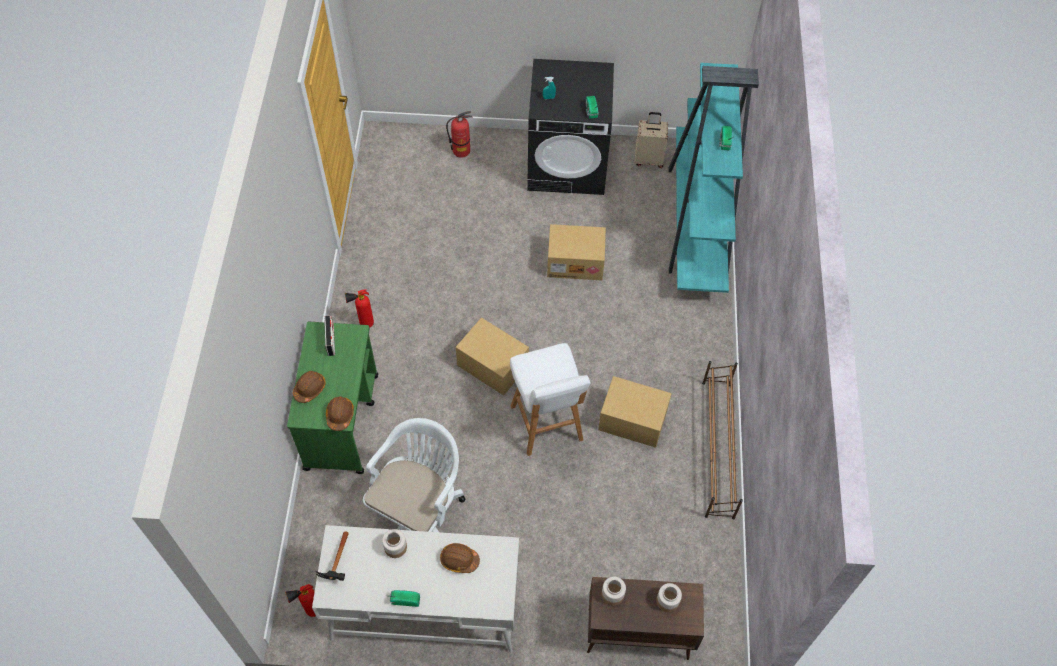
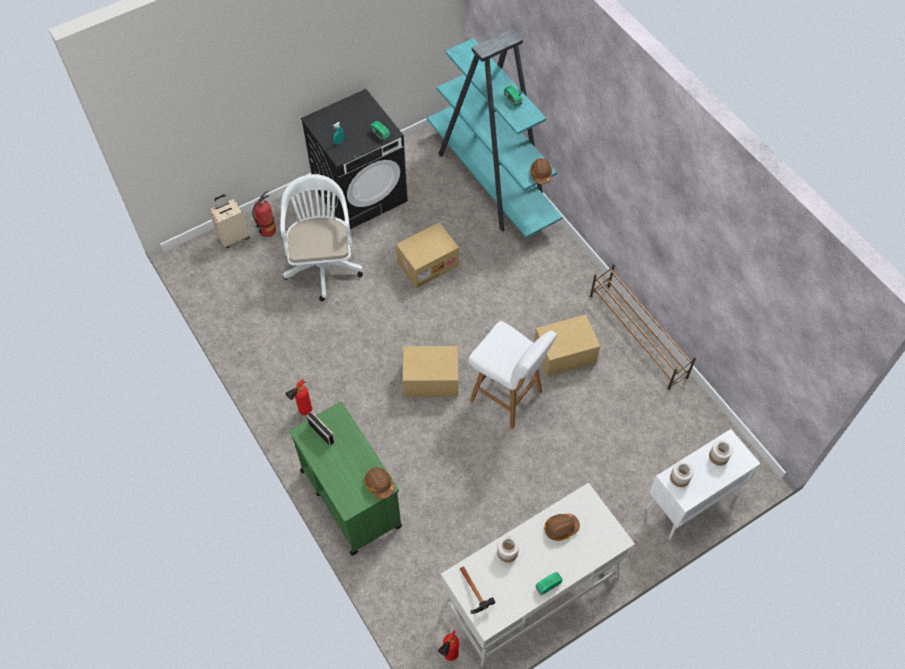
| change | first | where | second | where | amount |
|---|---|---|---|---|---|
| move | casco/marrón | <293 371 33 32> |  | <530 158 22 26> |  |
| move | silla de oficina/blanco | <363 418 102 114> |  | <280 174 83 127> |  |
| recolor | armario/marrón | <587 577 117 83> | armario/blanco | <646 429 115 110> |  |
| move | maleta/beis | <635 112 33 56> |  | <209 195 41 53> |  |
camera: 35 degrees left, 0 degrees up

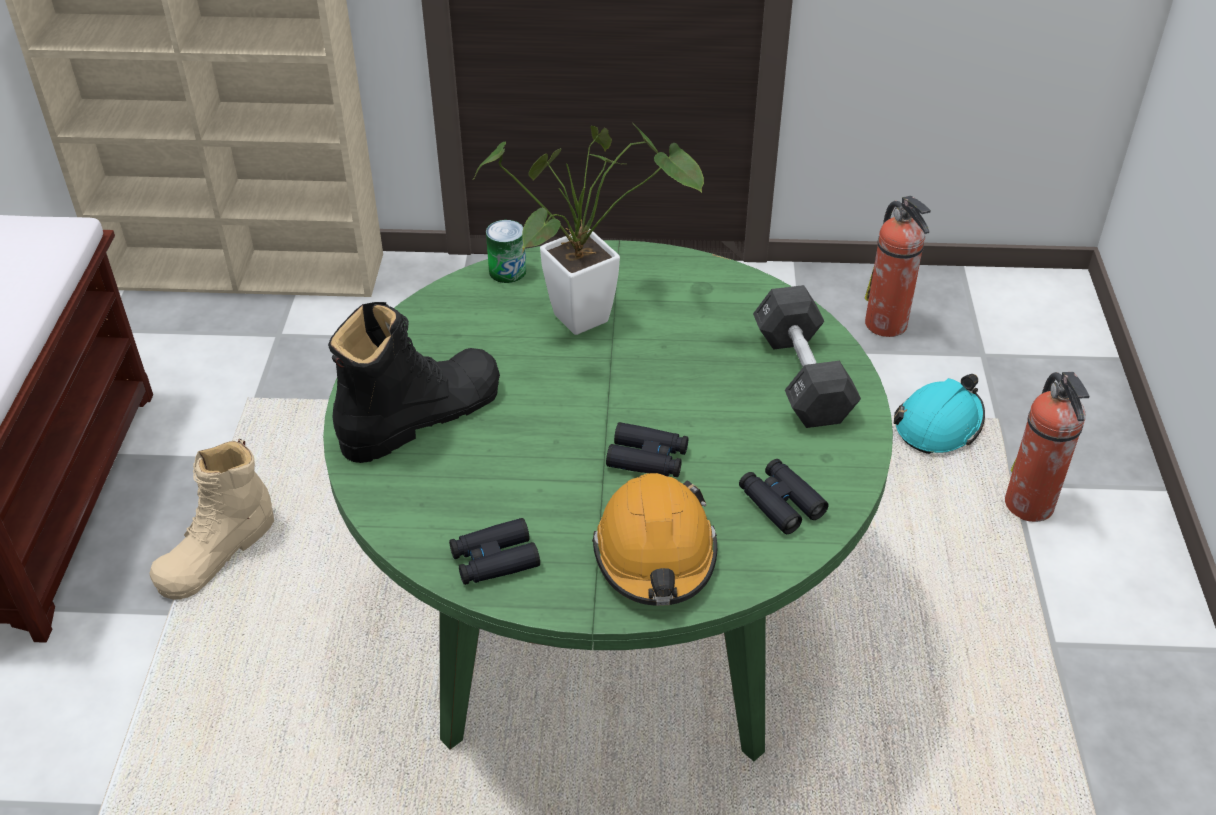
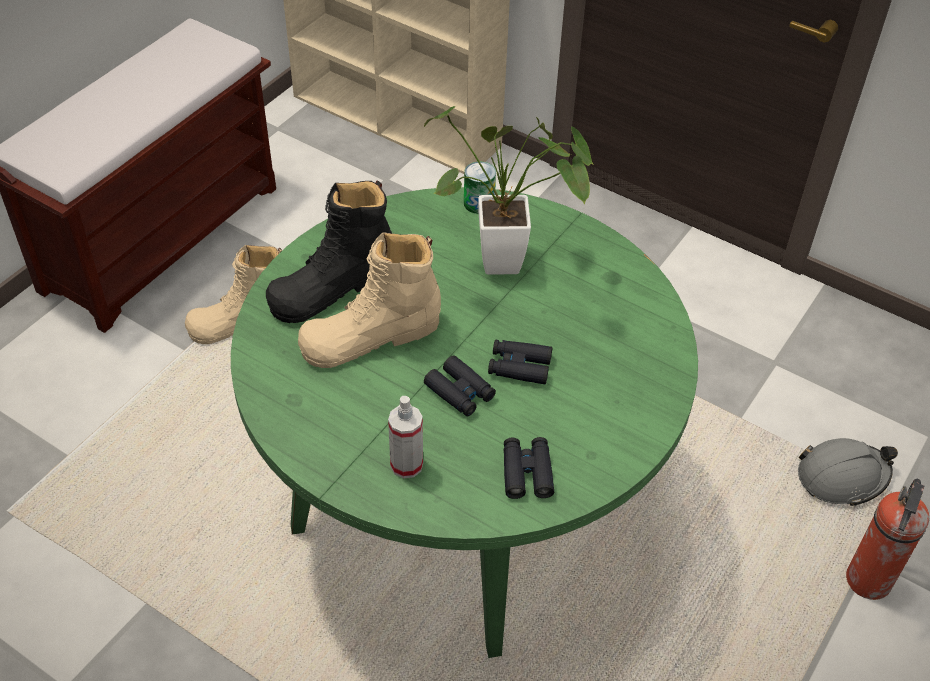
| change | first | where | second | where | amount |
|---|---|---|---|---|---|
| rotate | bota/negro | <328 302 172 161> |  | <266 180 126 143> | 150 degrees clockwise |
| move | prismáticos/negro | <449 518 91 67> |  | <488 340 64 44> |  |
| replace | casco/naranja | <592 473 125 133> | pulverizador | <388 396 35 82> |  |
| delete | mancuerna/negro | <753 285 108 143> |  |  |  |
| delete | extintor | <865 196 66 141> |  |  |  |
| recolor | casco/turquesa | <893 374 92 80> | casco/gris | <798 438 100 69> |  |
| insert |  |  | bota/beis | <298 232 143 136> |  |
camera: 30 degrees right, 5 degrees up

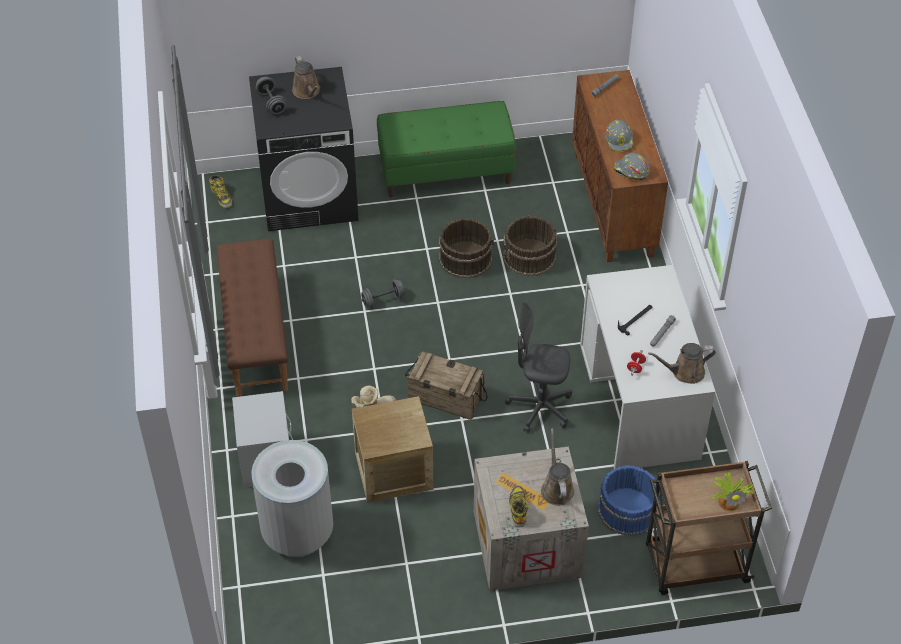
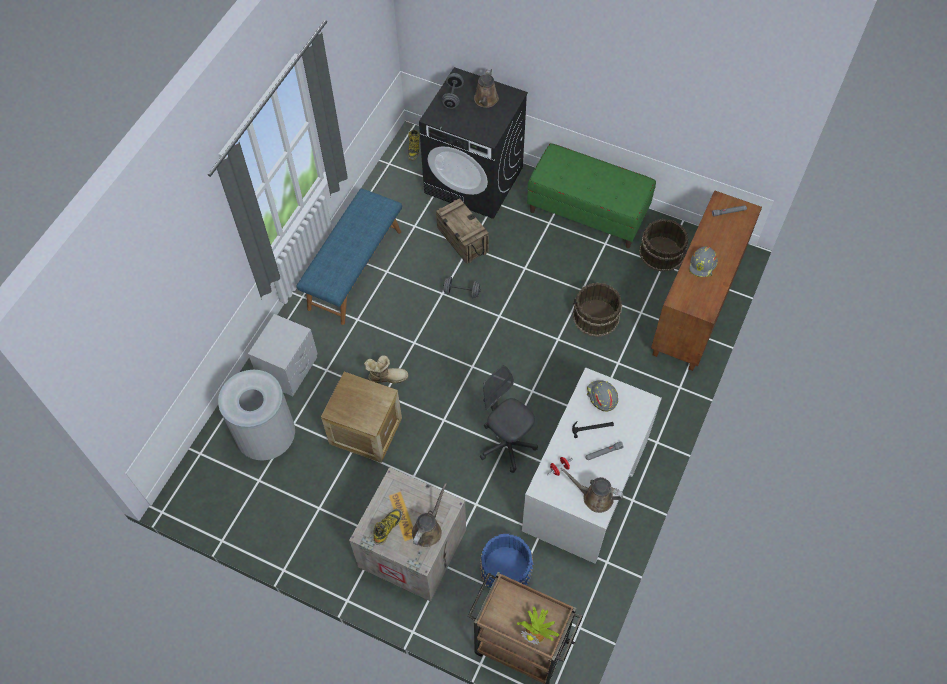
| change | first | where | second | where | amount |
|---|---|---|---|---|---|
| recolor | banco/marrón | <217 239 71 158> | banco/azul | <297 188 105 137> |  |
| move | caja de embalaje | <405 351 82 69> |  | <436 198 53 66> |  |
| move | cubo/marrón | <439 218 55 60> |  | <639 219 49 53> |  |
| move | casco/gris | <614 153 36 27> |  | <587 380 31 31> |  |
camera: 35 degrees right, 10 degrees up

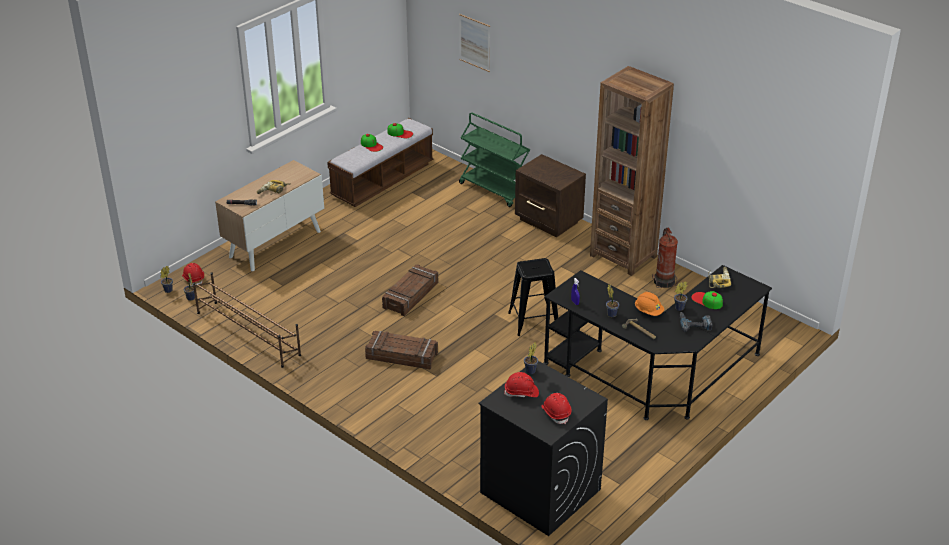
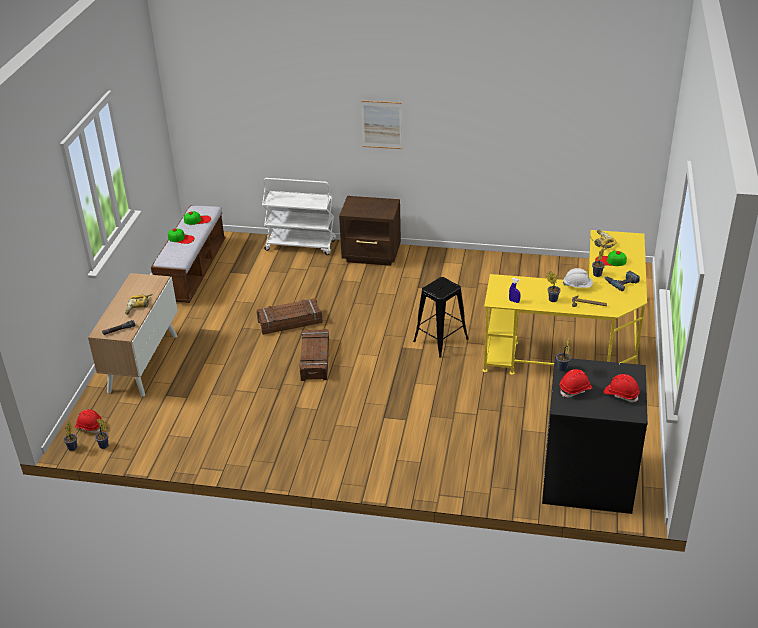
| change | first | where | second | where | amount |
|---|---|---|---|---|---|
| delete | zapatero/marrón | <193 272 108 96> |  |  |  |
| move | caja de embalaje | <365 331 73 39> |  | <257 298 66 37> |  |
| move | cuadro | <459 14 31 58> |  | <361 100 41 49> |  |
| recolor | carrito/verde | <459 112 71 95> | carrito/blanco | <262 178 74 77> |  |
| recolor | escritorio/negro | <543 265 229 155> | escritorio/amarillo | <482 230 165 145> |  |
| delete | estantería/marrón | <590 66 84 210> |  |  |  |
| recolor | casco/naranja | <635 292 29 24> | casco/blanco | <563 268 30 20> |  |
| delete | extintor | <652 228 26 60> |  |  |  |
camera: 30 degrees left, 0 degrees up

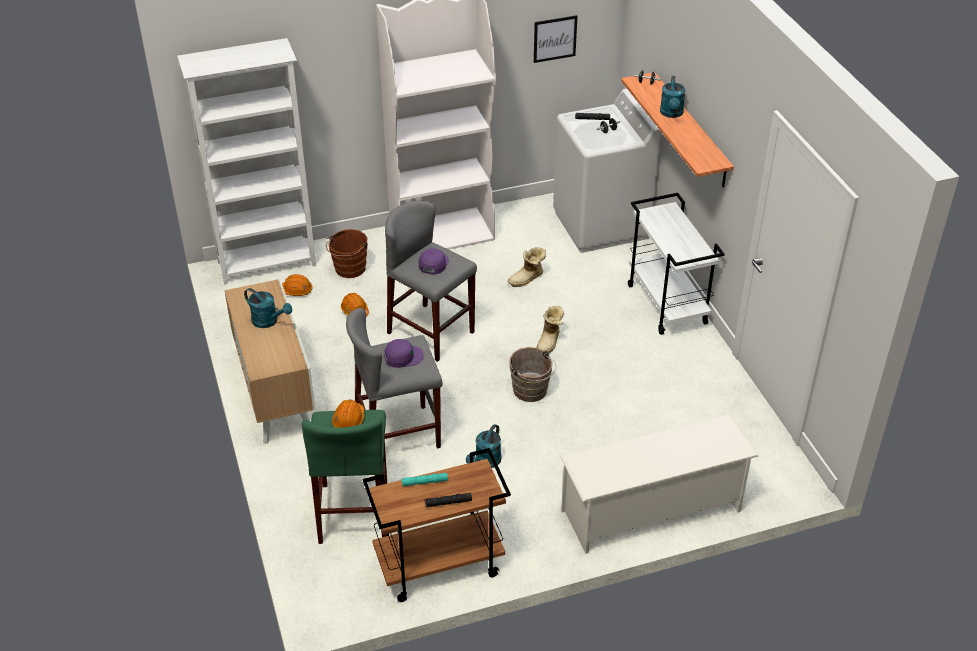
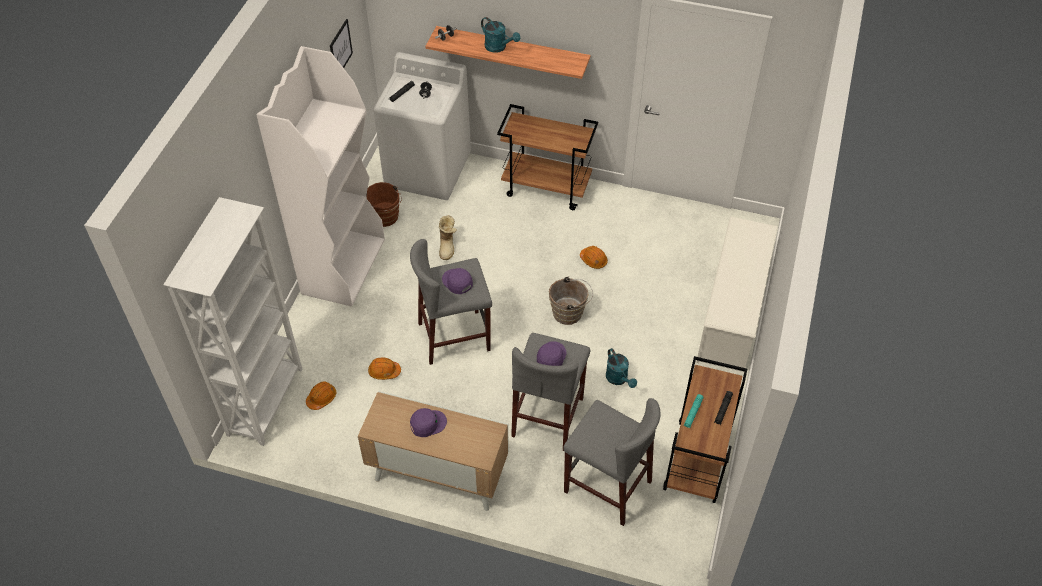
| change | first | where | second | where | amount |
|---|---|---|---|---|---|
| replace | regadera/turquesa | <244 288 48 40> | gorra/morado | <410 408 37 29> |  |
| recolor | taburete/verde | <302 410 85 134> | taburete/gris | <563 398 98 128> |  |
| move | cubo/marrón | <326 229 42 49> |  | <366 182 36 45> |  |
| move | casco/naranja | <332 400 32 27> |  | <580 246 28 23> |  |
| delete | bota | <536 306 28 47> |  |  |  |
| recolor | carrito/blanco | <628 193 96 142> | carrito/marrón | <497 104 101 106> |  |
camera: 55 degrees left, 10 degrees up

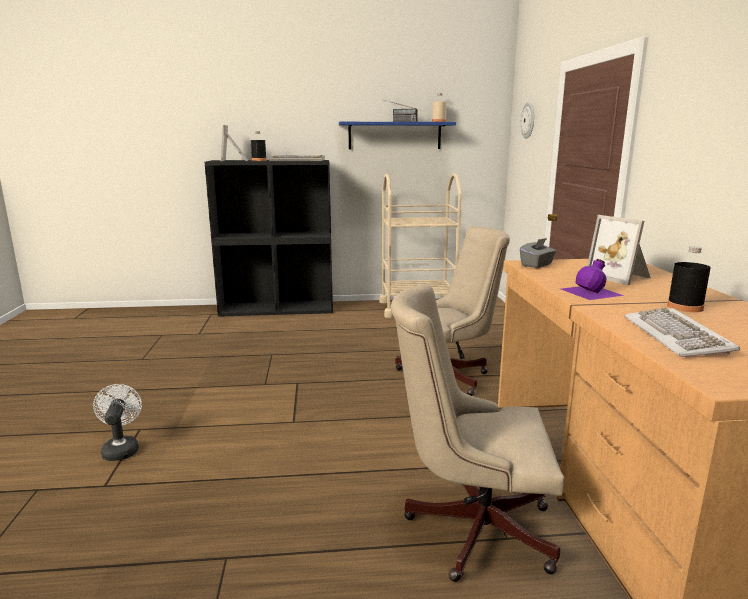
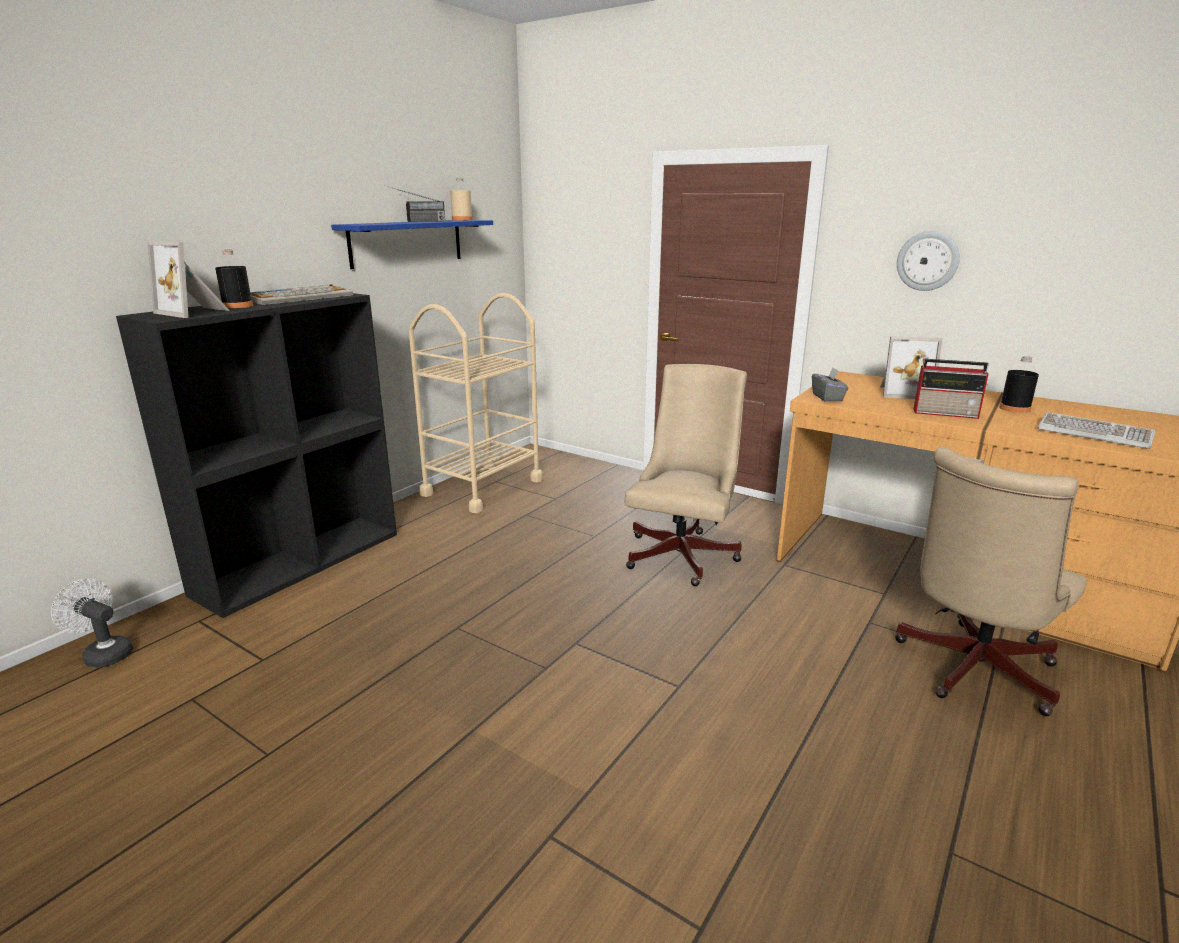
| change | first | where | second | where | amount |
|---|---|---|---|---|---|
| move | ventilador/blanco | <93 384 49 77> |  | <51 579 82 89> |  |
| move | reloj de pared | <521 102 13 37> |  | <897 231 63 60> |  |
| replace | botella/morado | <561 259 63 41> | radio | <914 359 75 60> |  |
camera: 50 degrees left, 5 degrees up

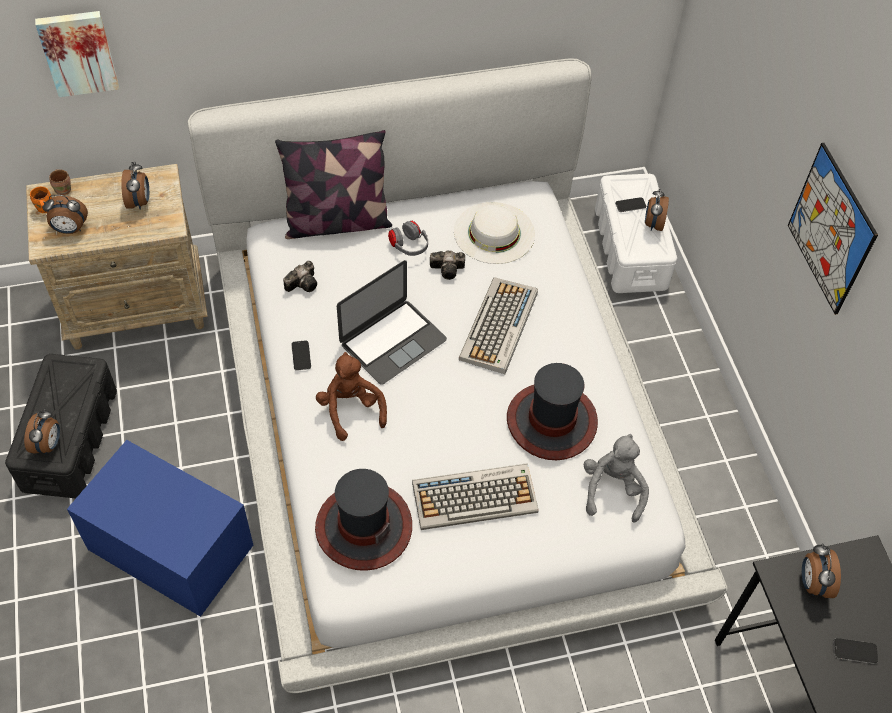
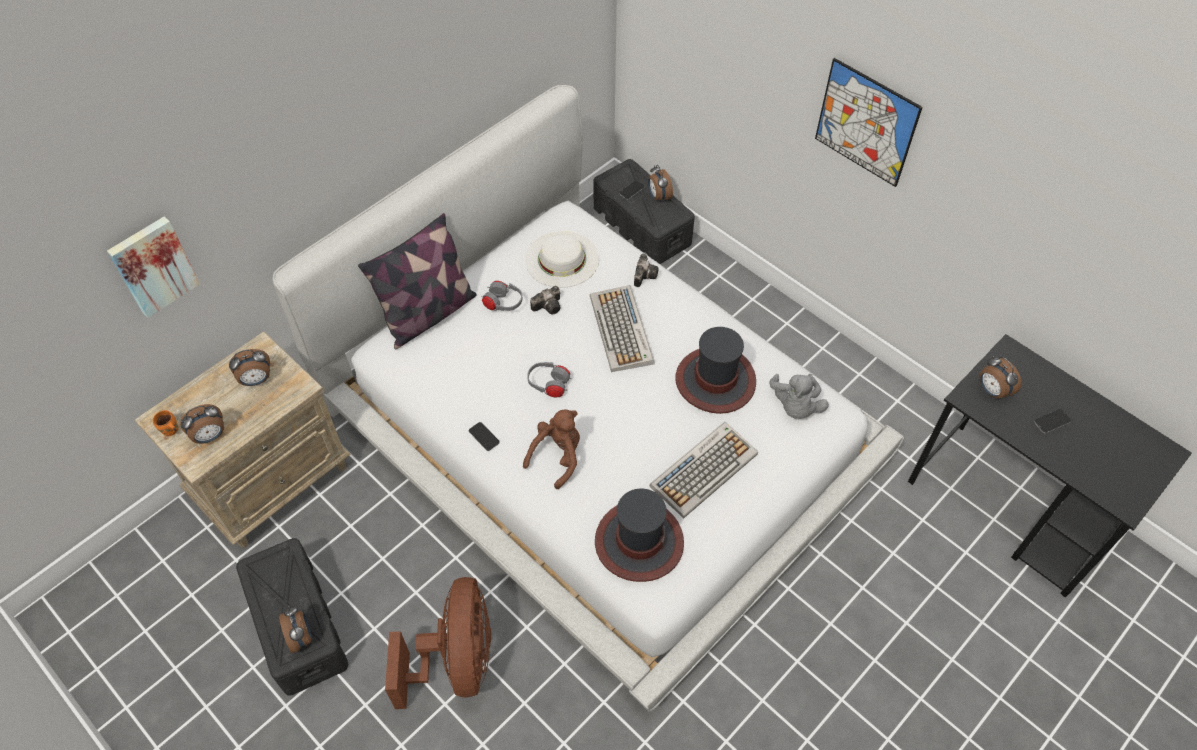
| change | first | where | second | where | amount |
|---|---|---|---|---|---|
| delete | taza grande/marrón | <49 169 22 27> |  |  |  |
| replace | caja de almacenaje/azul | <67 440 186 177> | ventilador/marrón | <385 577 106 132> |  |
| rotate | despertador | <121 162 28 48> |  | <229 349 41 37> | 105 degrees clockwise |
| move | cámara | <283 261 34 31> |  | <634 254 25 33> |  |
| rotate | peluche/marrón | <316 352 71 89> |  | <523 409 57 80> | 90 degrees clockwise |
| replace | portátil | <337 260 110 124> | auriculares/gris | <527 362 45 36> |  |
| rotate | peluche/gris | <583 434 66 89> |  | <769 374 60 45> | 150 degrees counterclockwise |
| recolor | caja de almacenaje/blanco | <595 174 82 119> | caja de almacenaje/negro | <594 159 101 105> |  |
camera: 30 degrees left, 0 degrees up

